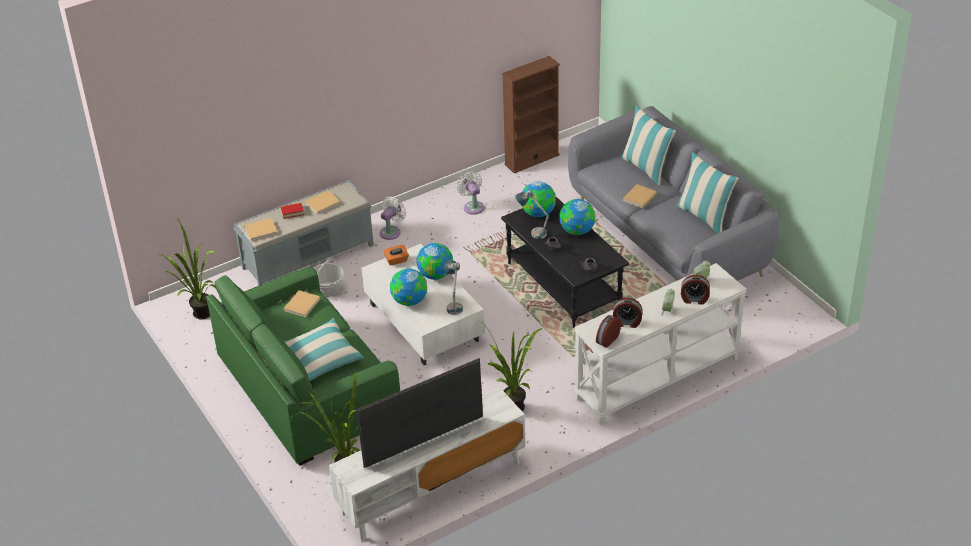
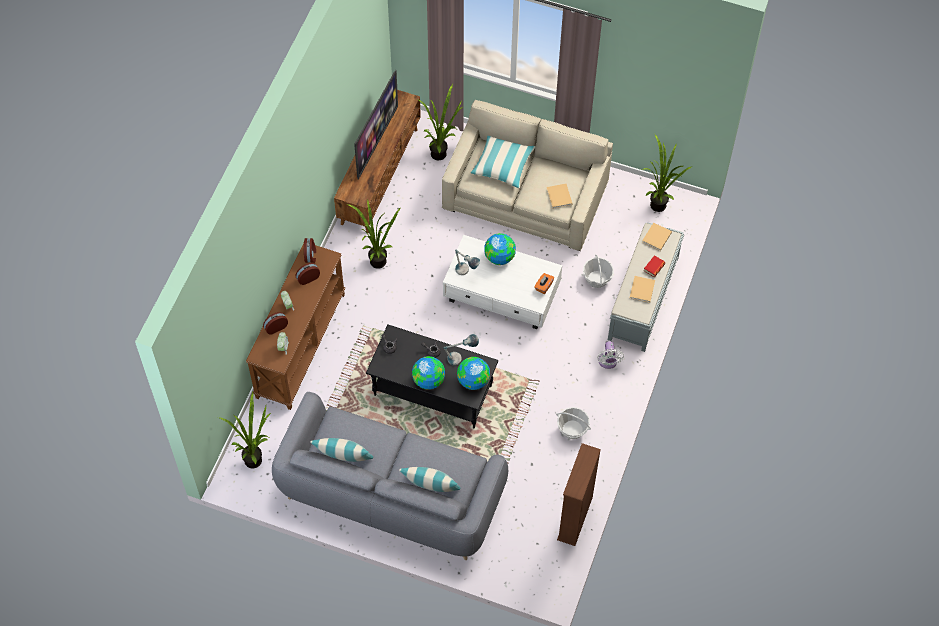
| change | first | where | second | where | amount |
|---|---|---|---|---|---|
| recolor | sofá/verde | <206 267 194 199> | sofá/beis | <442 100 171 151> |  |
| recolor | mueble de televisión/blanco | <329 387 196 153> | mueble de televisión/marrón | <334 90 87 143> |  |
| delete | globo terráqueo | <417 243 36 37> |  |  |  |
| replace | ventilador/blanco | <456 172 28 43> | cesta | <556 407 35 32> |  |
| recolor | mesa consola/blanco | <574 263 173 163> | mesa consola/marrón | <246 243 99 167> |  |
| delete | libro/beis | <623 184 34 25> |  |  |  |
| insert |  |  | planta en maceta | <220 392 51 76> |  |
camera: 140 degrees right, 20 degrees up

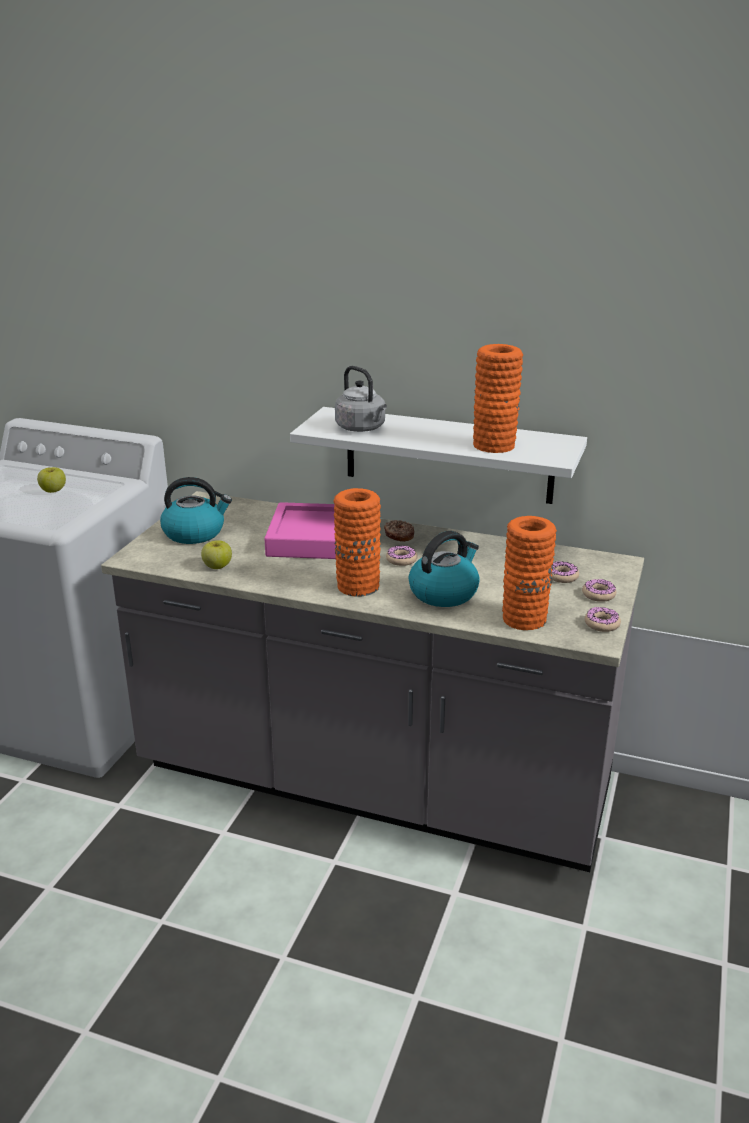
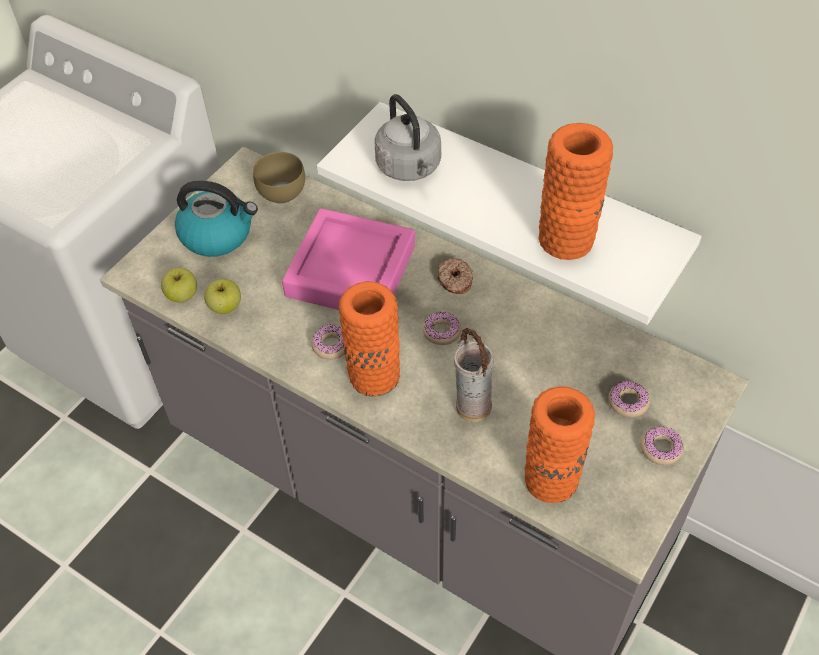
| change | first | where | second | where | amount |
|---|---|---|---|---|---|
| move | manzana | <37 467 29 26> |  | <161 268 36 34> |  |
| replace | hervidor | <409 531 71 76> | florero | <454 328 40 94> |  |
| move | rosquilla | <585 607 36 25> |  | <311 324 34 36> |  |
| insert |  |  | cuenco/marrón | <253 152 52 52> |  |
camera: 15 degrees right, 25 degrees up

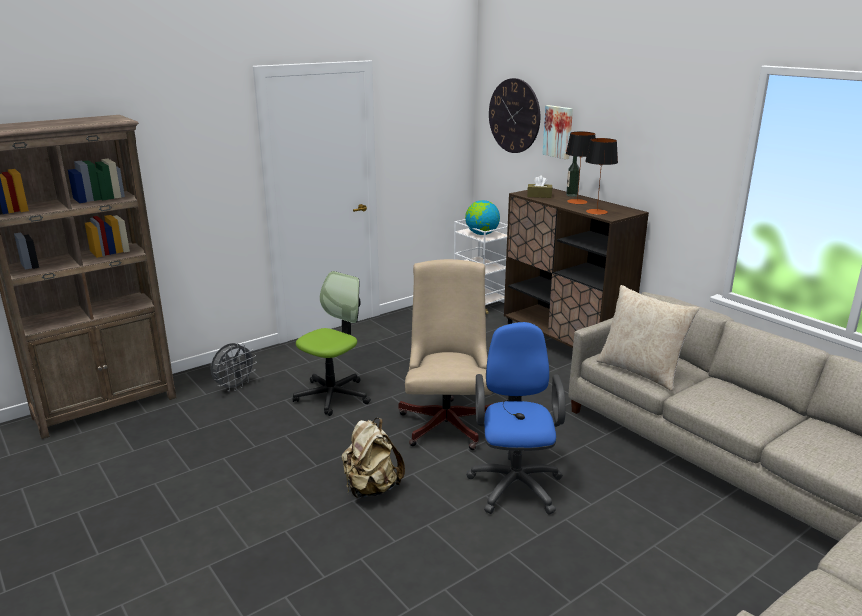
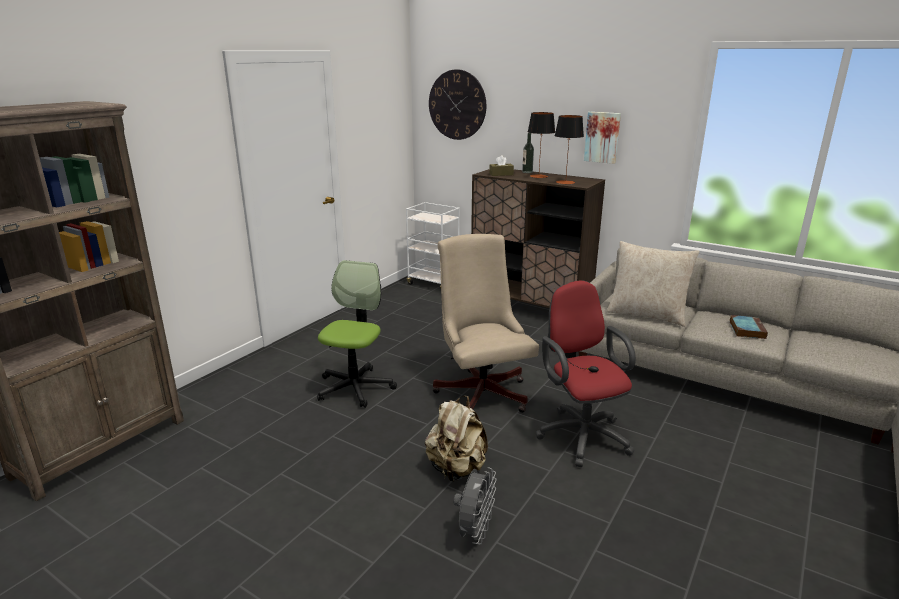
| change | first | where | second | where | amount |
|---|---|---|---|---|---|
| move | ventilador/gris | <211 343 46 48> |  | <453 467 43 78> |  |
| delete | globo terráqueo | <465 200 35 35> |  |  |  |
| recolor | silla de oficina/azul | <466 322 100 192> | silla de oficina/rojo | <535 281 101 186> |  |
| move | cuadro | <542 105 31 54> |  | <584 112 37 52> |  |
| insert |  |  | libro | <730 315 38 24> |  |
camera: 20 degrees left, 0 degrees up

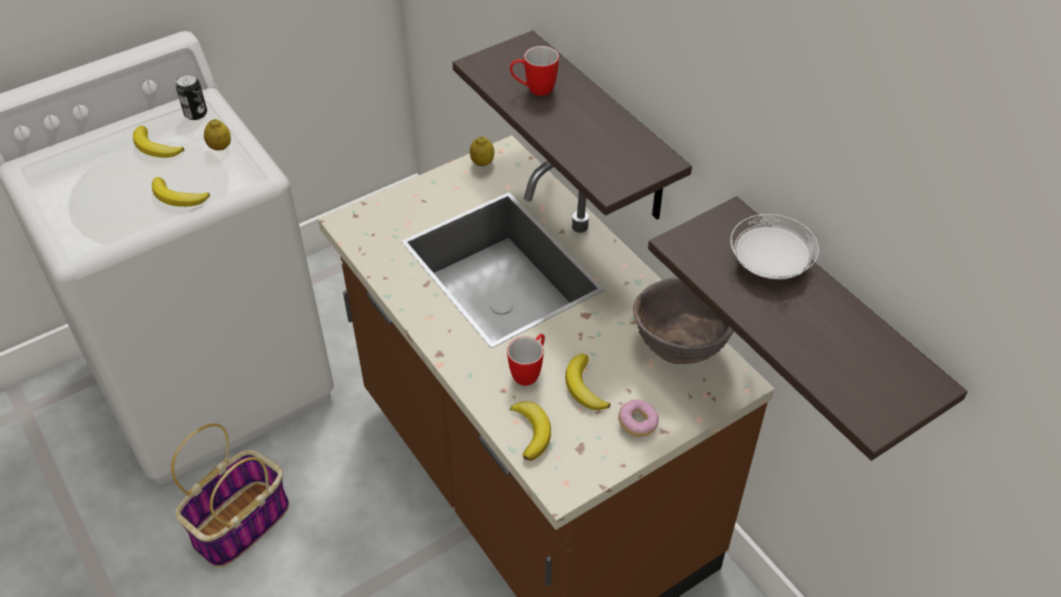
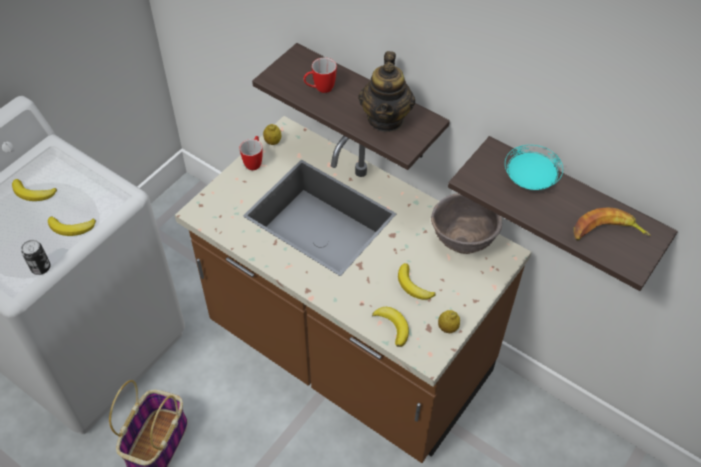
| change | first | where | second | where | amount |
|---|---|---|---|---|---|
| move | lata | <175 73 32 47> |  | <21 240 29 35> |  |
| move | limón | <204 119 27 32> |  | <438 310 22 23> |  |
| move | taza grande | <507 334 38 52> |  | <239 136 24 34> |  |
| delete | rosquilla | <618 399 41 38> |  |  |  |
| recolor | plato/blanco | <730 214 89 65> | plato/turquesa | <505 145 58 45> |  |
| insert |  |  | tetera | <358 51 58 81> |  |
| insert |  |  | plátano | <574 207 77 34> |  |
camera: 20 degrees left, 5 degrees up

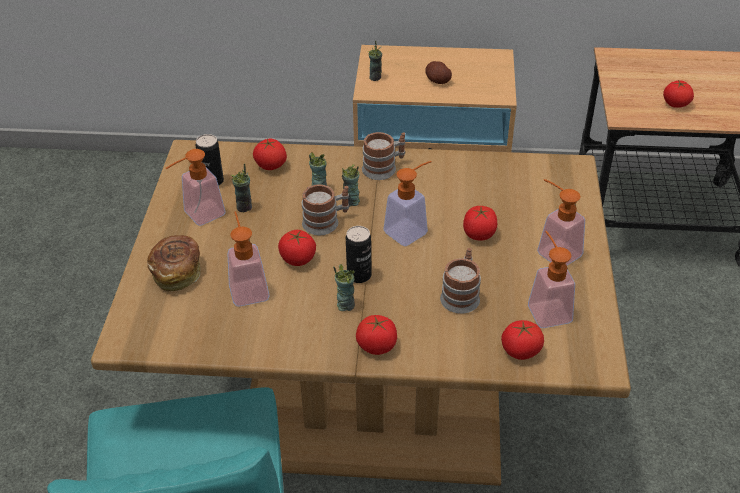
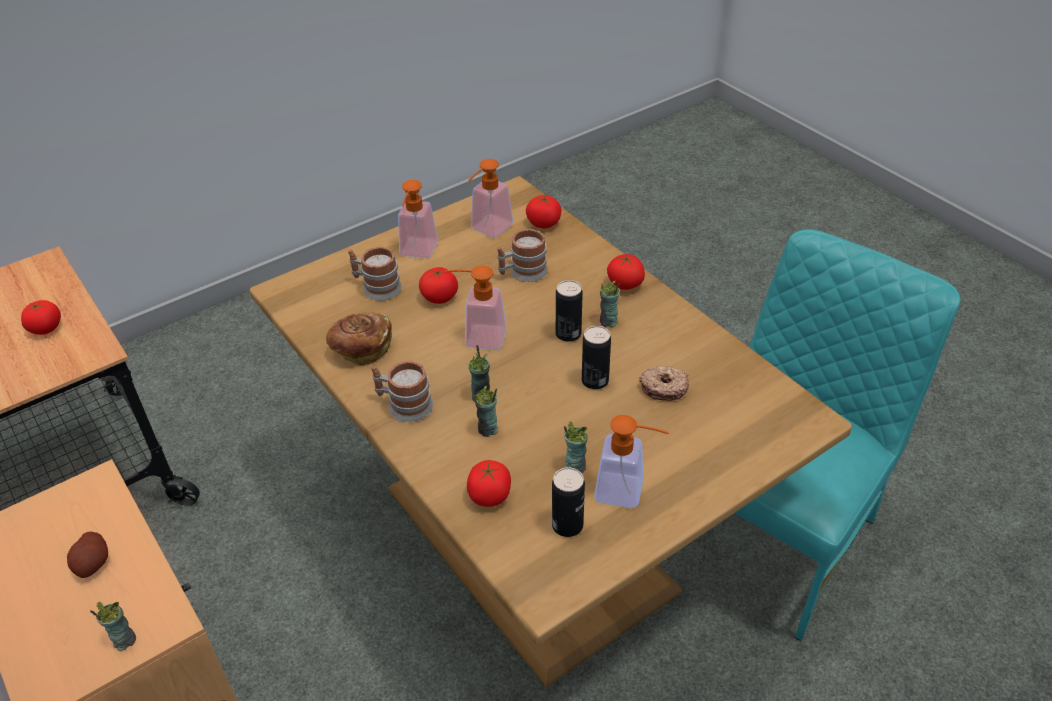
| change | first | where | second | where | amount |
|---|---|---|---|---|---|
| move | pan | <147 235 53 56> |  | <326 312 66 54> |  |
| replace | dispensador de jabón | <227 211 43 96> | rosquilla | <640 366 49 35> |  |
| replace | tomate | <278 230 38 36> | lata | <582 326 29 63> |  |
| move | taza grande | <302 184 47 51> |  | <348 247 54 54> |  |
camera: 130 degrees left, 0 degrees up

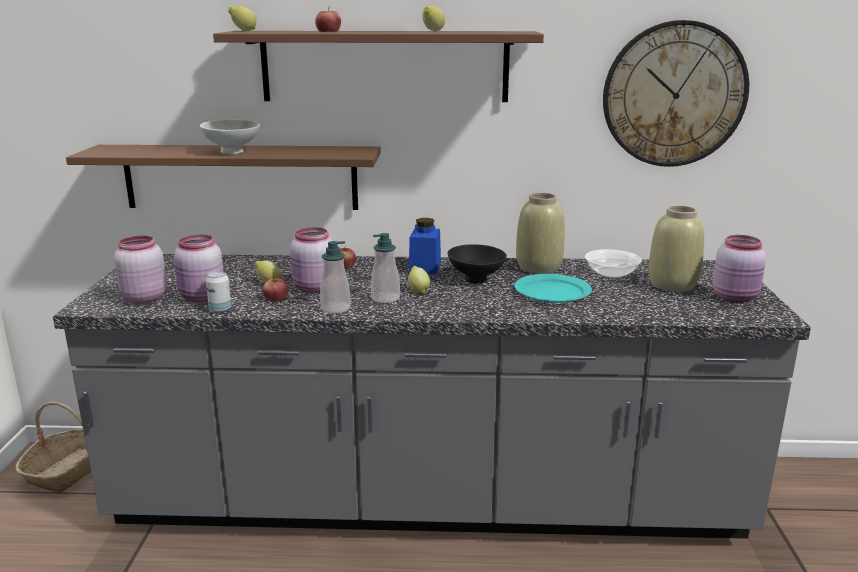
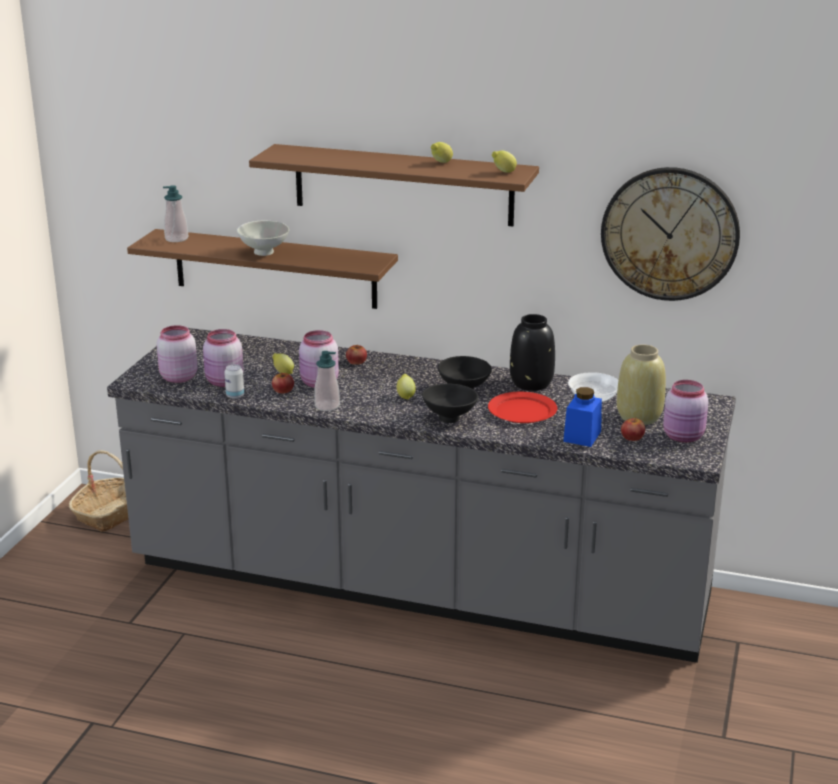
| change | first | where | second | where | amount |
|---|---|---|---|---|---|
| move | limón | <228 6 28 25> |  | <492 150 25 23> |  |
| move | manzana | <315 6 26 26> |  | <621 418 24 23> |  |
| move | dispensador de jabón | <371 233 29 70> |  | <163 185 25 57> |  |
| move | tarro/azul | <409 218 32 56> |  | <563 387 39 60> |  |
| recolor | plato/turquesa | <514 274 78 29> | plato/rojo | <488 392 70 31> |  |
| recolor | florero/beis | <516 193 49 81> | florero/negro | <510 314 45 77> |  |
| insert |  |  | cuenco/negro | <422 384 56 39> |  |
camera: 15 degrees right, 5 degrees up

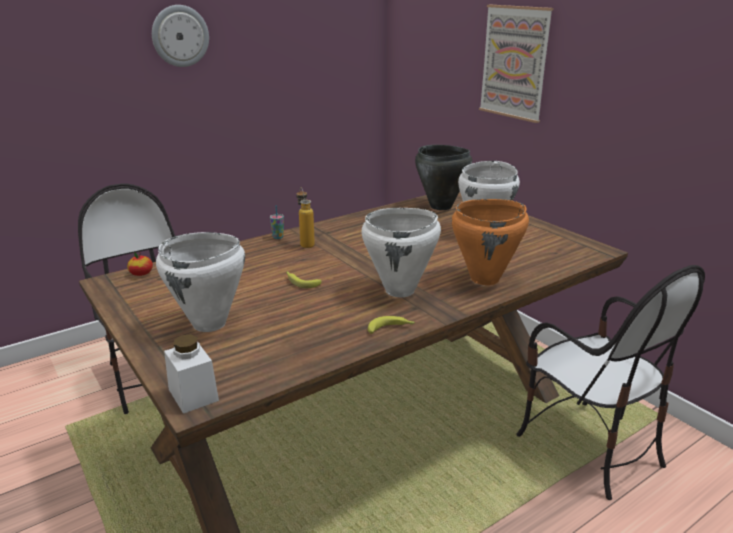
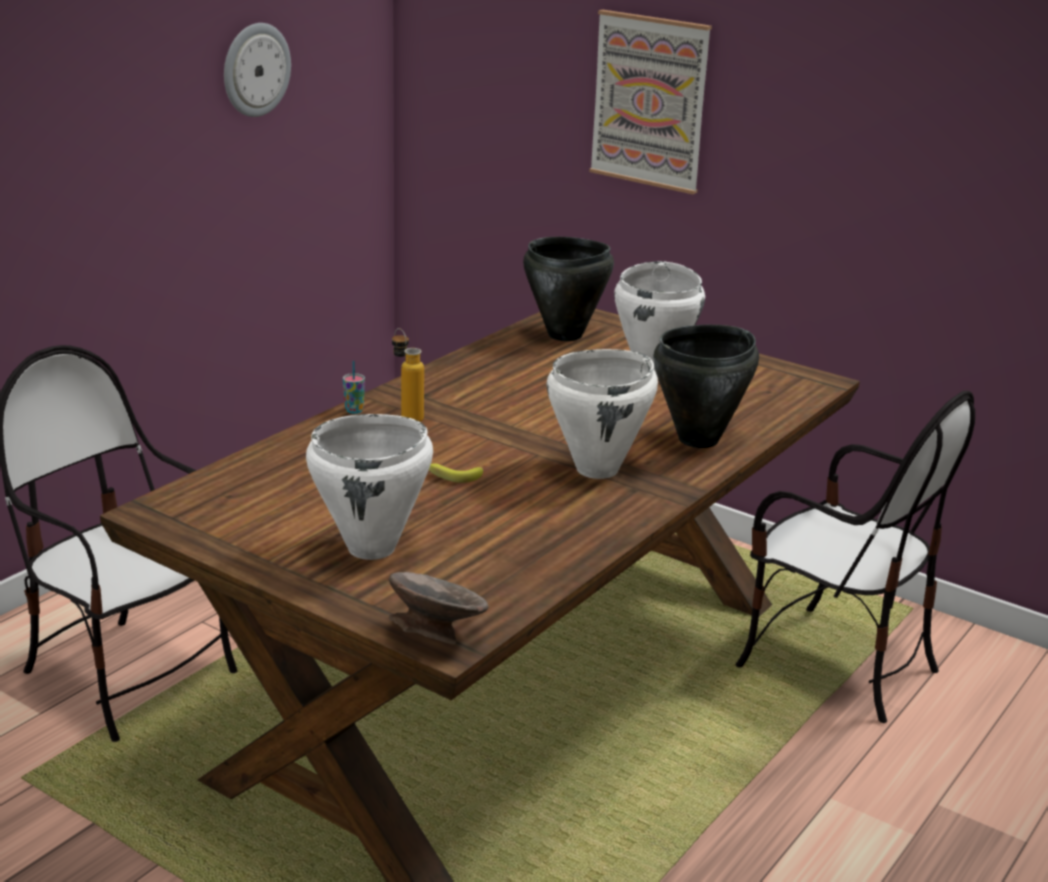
| change | first | where | second | where | amount |
|---|---|---|---|---|---|
| delete | manzana | <127 252 26 24> |  |  |  |
| move | reloj de pared | <152 5 57 62> |  | <224 23 67 94> |  |
| replace | tarro/blanco | <164 334 55 80> | cuenco/gris | <389 572 99 72> |  |
| delete | plátano | <368 316 47 17> |  |  |  |
| recolor | olla/naranja | <452 199 77 86> | olla/negro | <653 325 106 123> |  |
camera: 20 degrees left, 0 degrees up

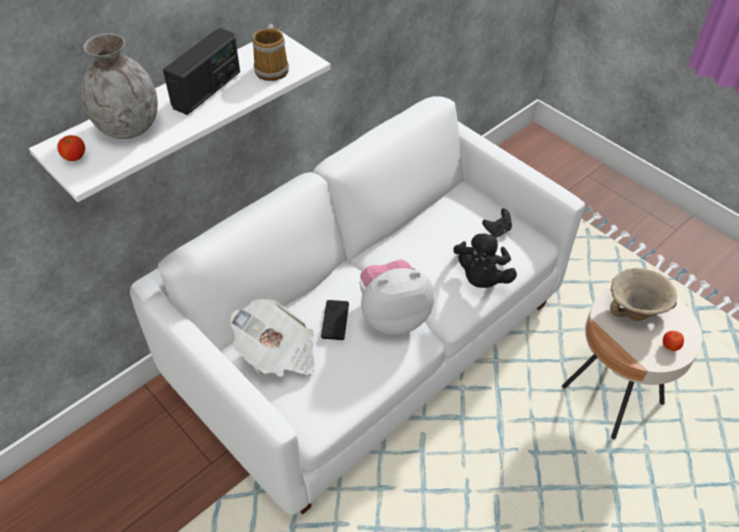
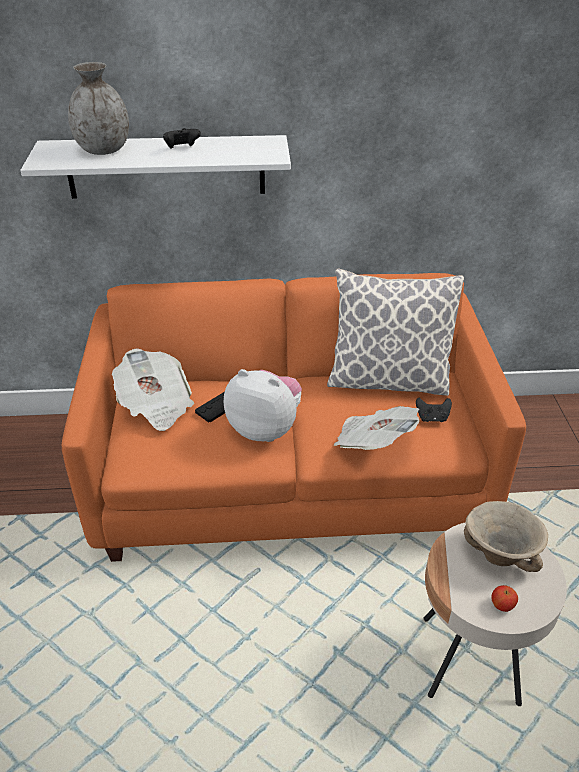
| change | first | where | second | where | amount |
|---|---|---|---|---|---|
| delete | manzana | <57 135 28 26> |  |  |  |
| recolor | sofá/blanco | <130 96 455 419> | sofá/naranja | <62 273 464 289> |  |
| replace | radio | <163 28 77 87> | mando de consola/negro | <163 128 38 21> |  |
| delete | taza grande | <252 24 37 57> |  |  |  |
| replace | peluche/negro | <453 234 64 54> | periódico | <334 406 85 44> |  |
| insert |  |  | cojín | <327 268 137 128> |  |
camera: 40 degrees right, 10 degrees down

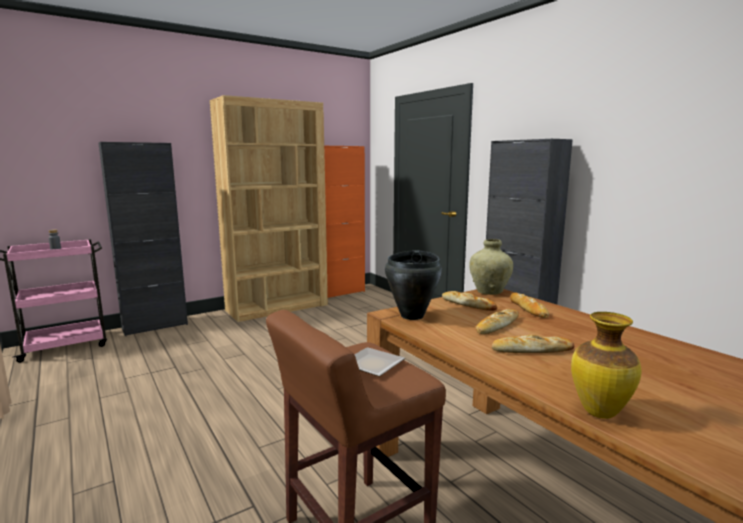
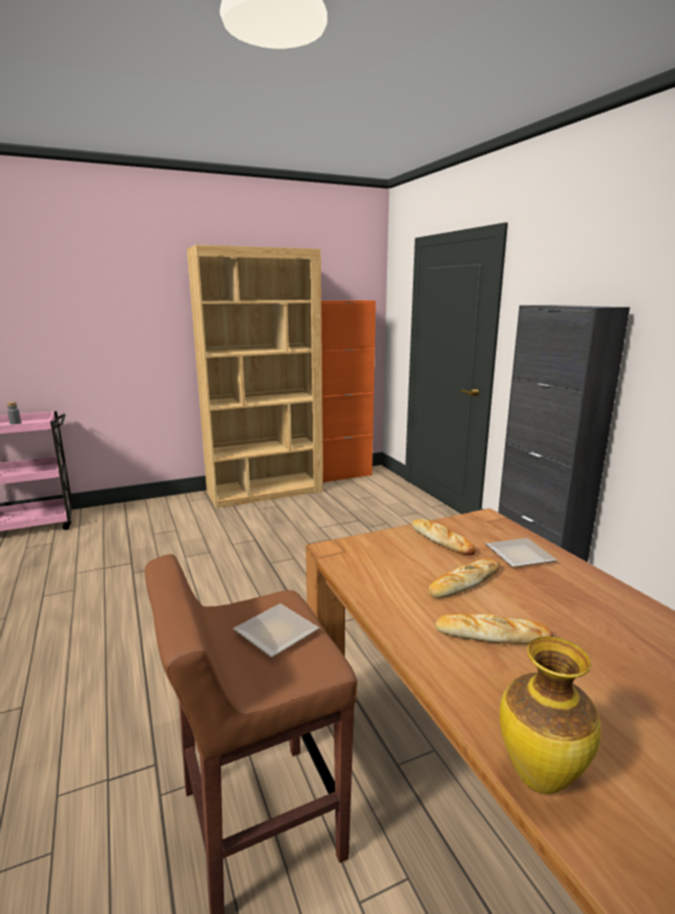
| change | first | where | second | where | amount |
|---|---|---|---|---|---|
| delete | armario/negro | <98 142 90 194> |  |  |  |
| delete | olla/negro | <385 250 57 70> |  |  |  |
| delete | florero/beis | <469 239 44 56> |  |  |  |
| replace | pan | <510 293 39 25> | plato | <486 538 72 30> |  |
camera: 10 degrees right, 5 degrees up

